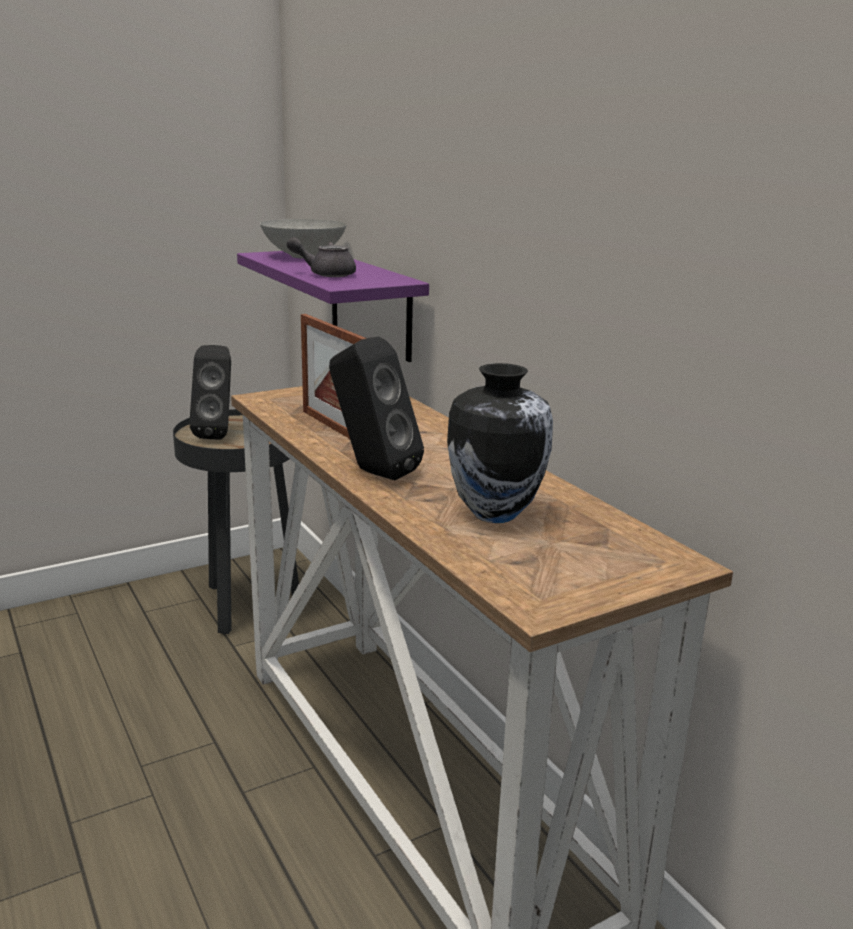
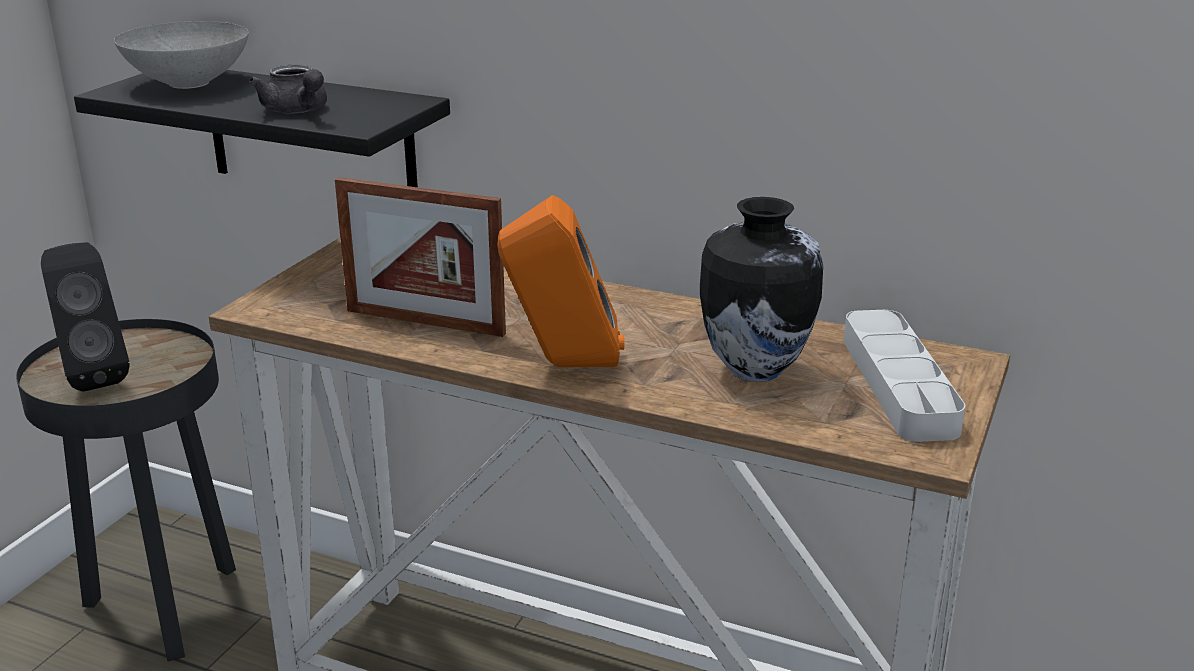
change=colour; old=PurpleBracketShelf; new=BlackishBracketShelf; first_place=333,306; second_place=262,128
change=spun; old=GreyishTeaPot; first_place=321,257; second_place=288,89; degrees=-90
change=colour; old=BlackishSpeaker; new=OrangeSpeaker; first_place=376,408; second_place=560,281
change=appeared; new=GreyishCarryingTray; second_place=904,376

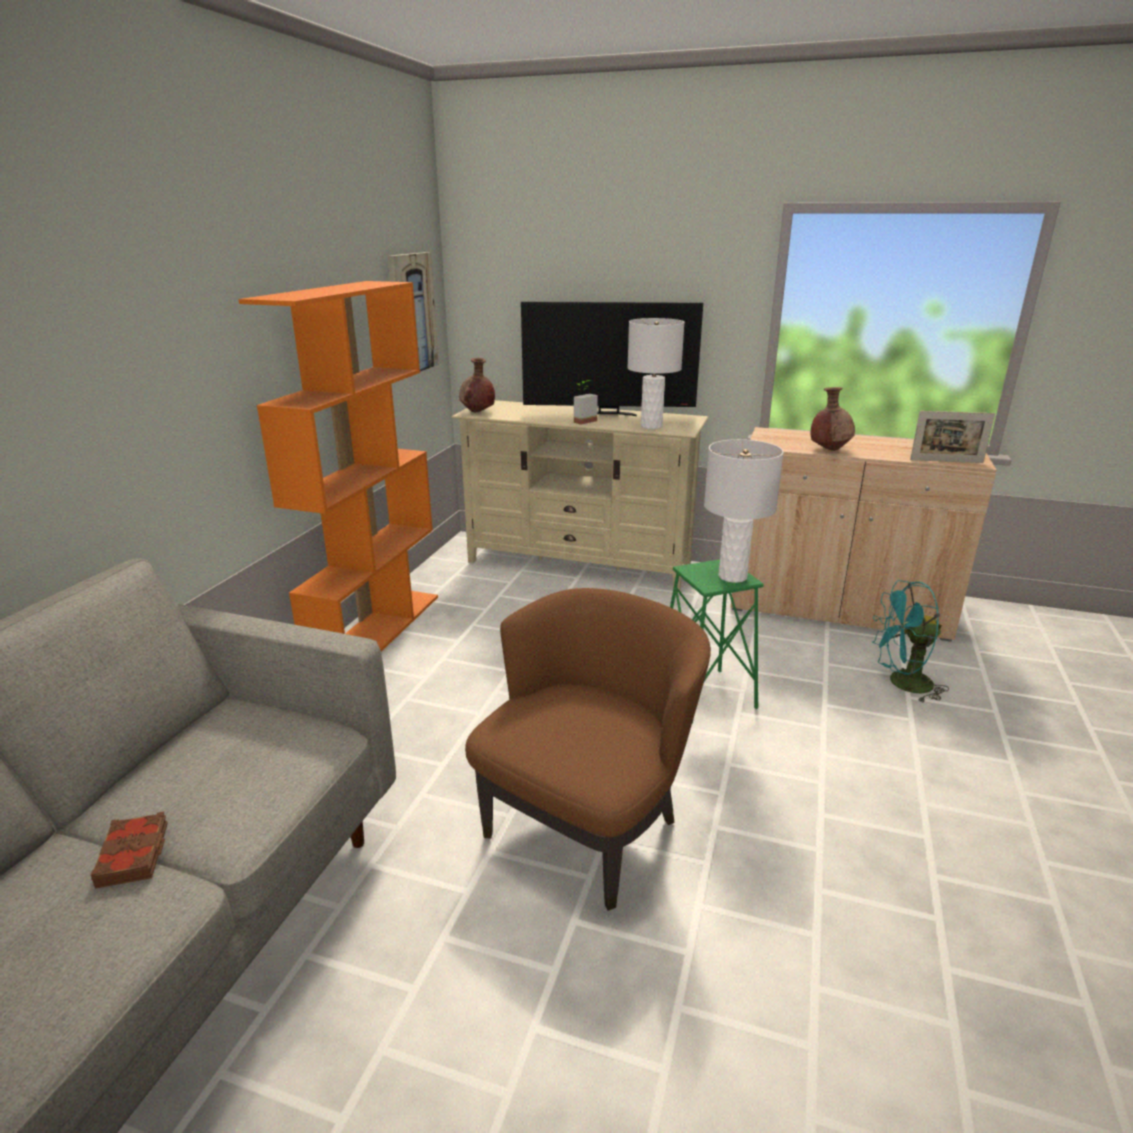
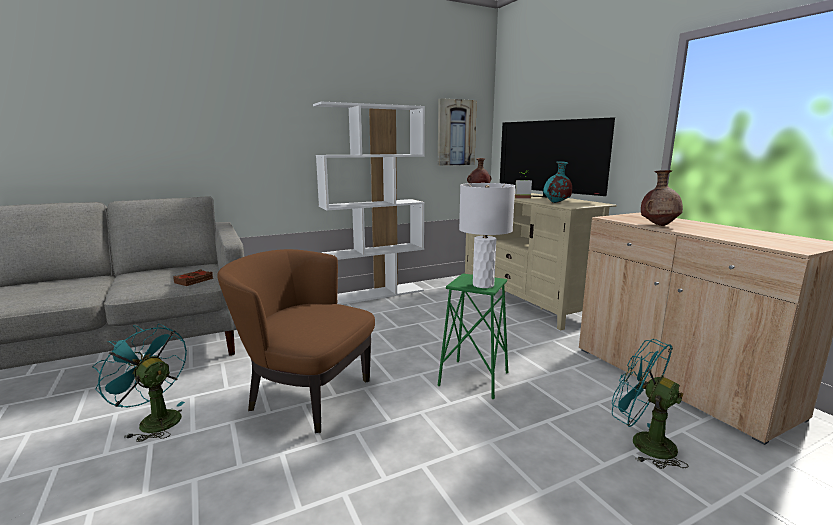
change=relocated; old=BrownishBook; first_place=129,850; second_place=193,277
change=colour; old=OrangeBookshelf; new=WhitishBookshelf; first_place=338,466; second_place=369,203
change=spun; old=BrownishEasyChair; first_place=588,749; second_place=296,341; degrees=-150
change=exchanged; old=WhitishTableLamp; new=TurquoiseDecorativeVase; first_place=656,373; second_place=557,182
change=missing; old=PictureFrame; first_place=952,437
change=appeared; new=TurquoiseFan; second_place=139,383

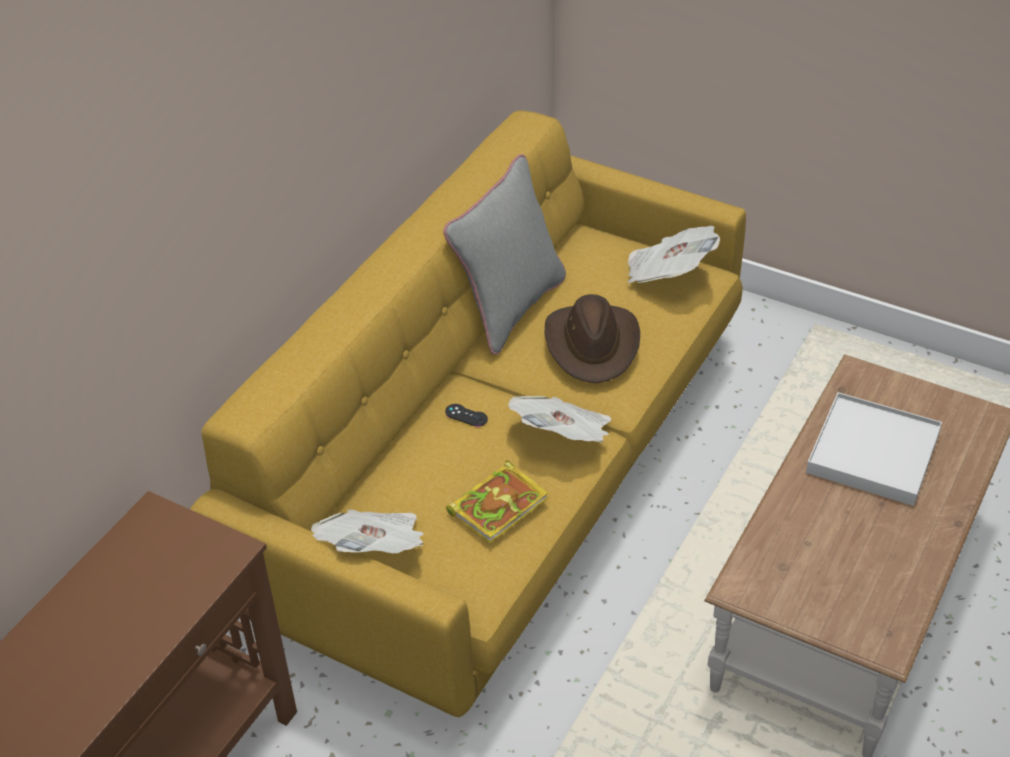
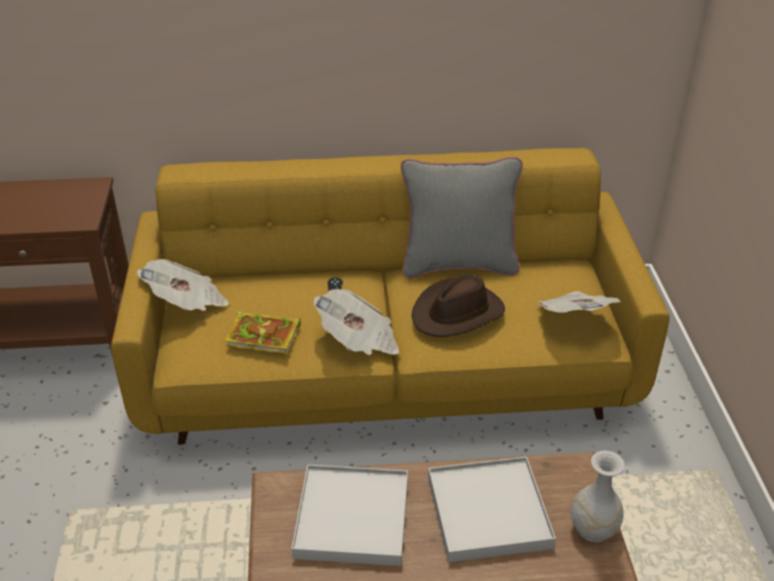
change=appeared; new=WhitishCarryingTray; second_place=350,515
change=appeared; new=WhitishDecorativeVase; second_place=597,496

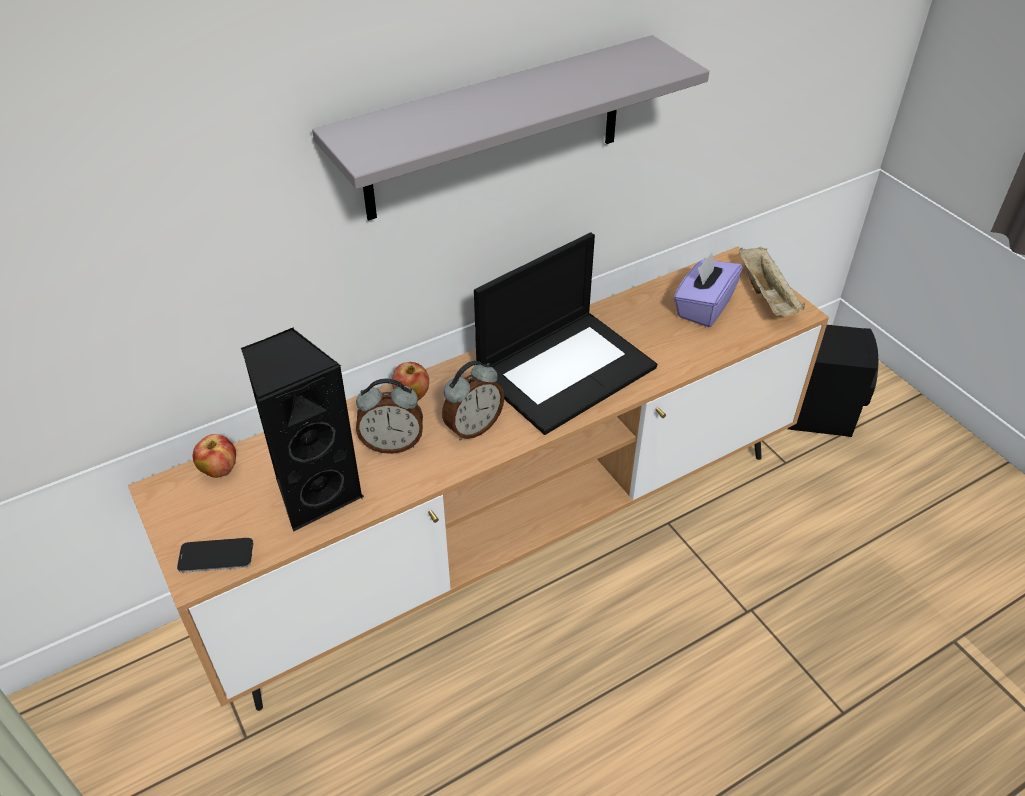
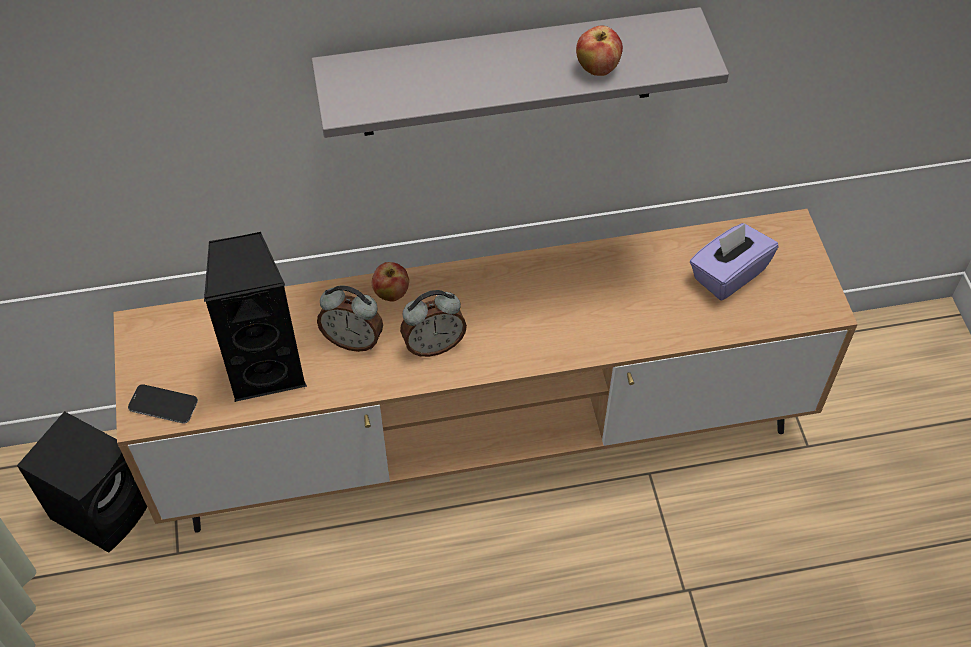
change=relocated; old=AppleFruit; first_place=214,456; second_place=599,51
change=missing; old=PortableComputer; first_place=565,333
change=missing; old=BeigeCarryingTray; first_place=772,281
change=relocated; old=BlackishSpeaker; first_place=833,381; second_place=82,482

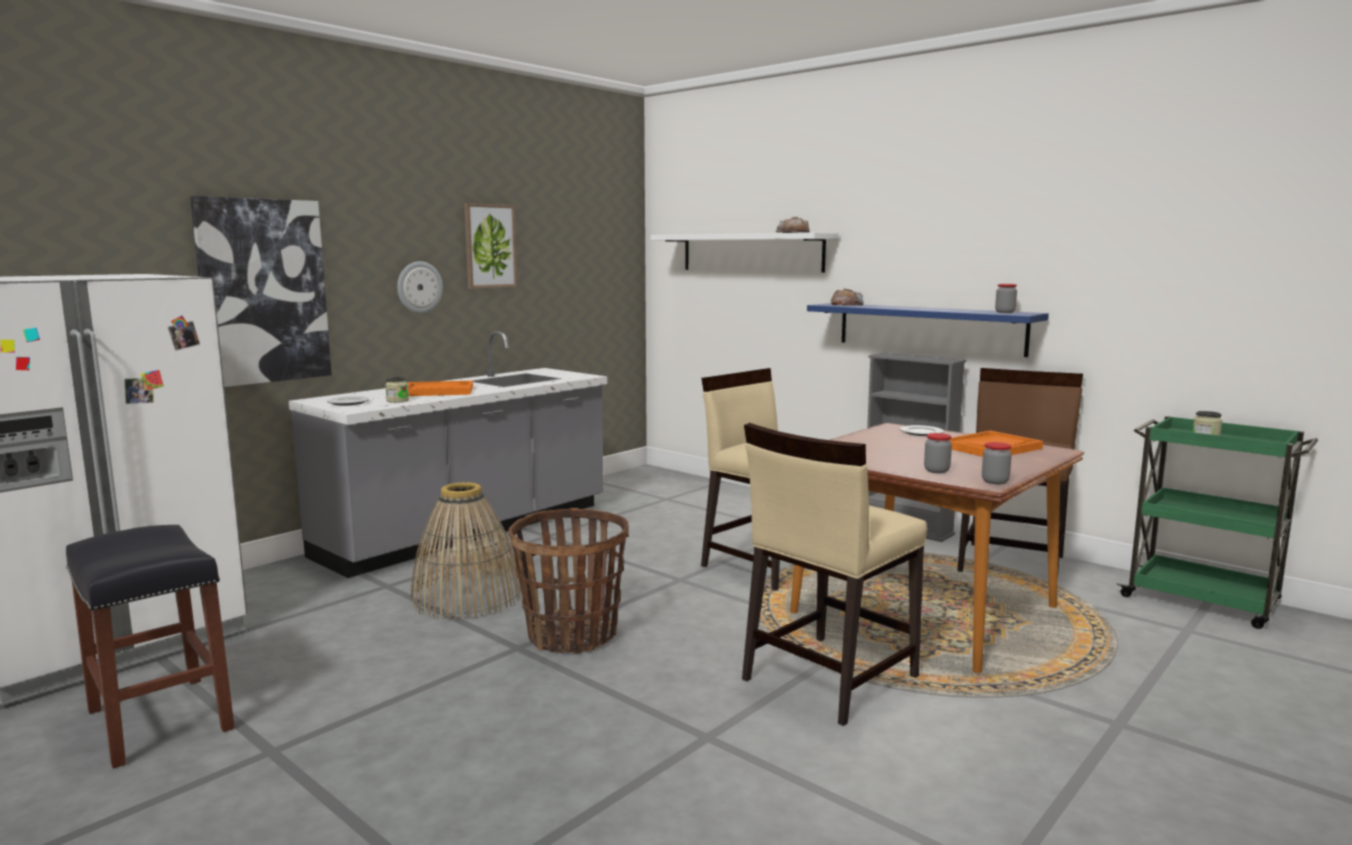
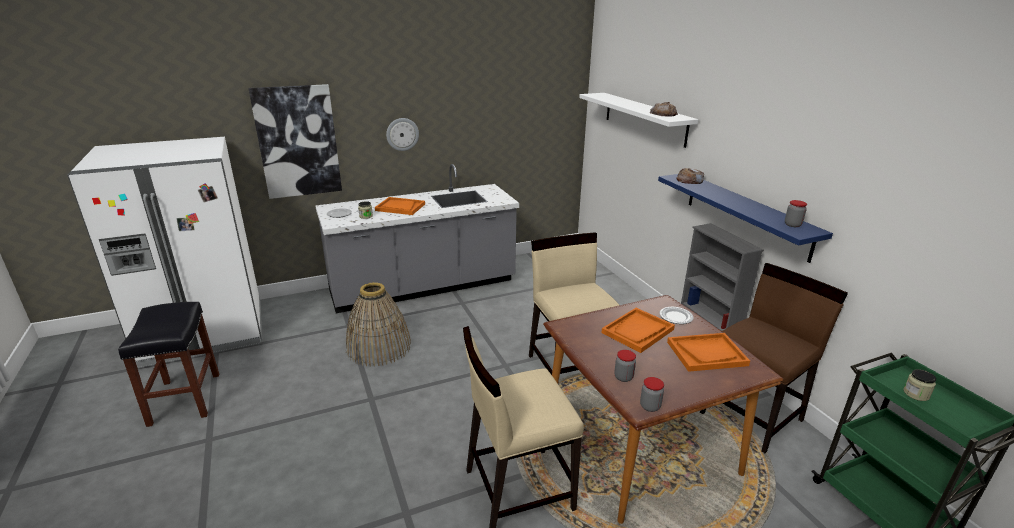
change=missing; old=WallPicture; first_place=491,246
change=missing; old=Basket; first_place=569,580
change=appeared; new=OrangeCarryingTray; second_place=638,330

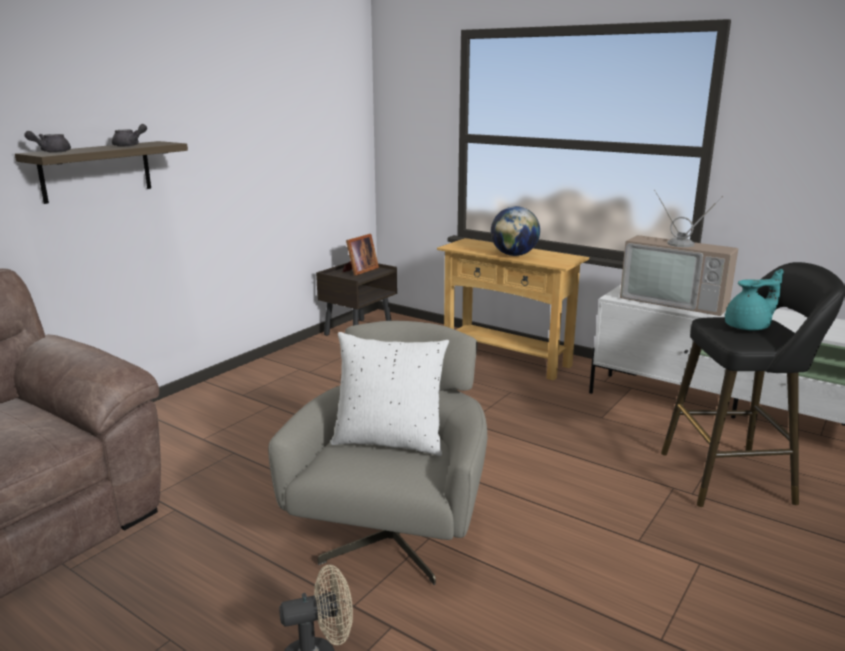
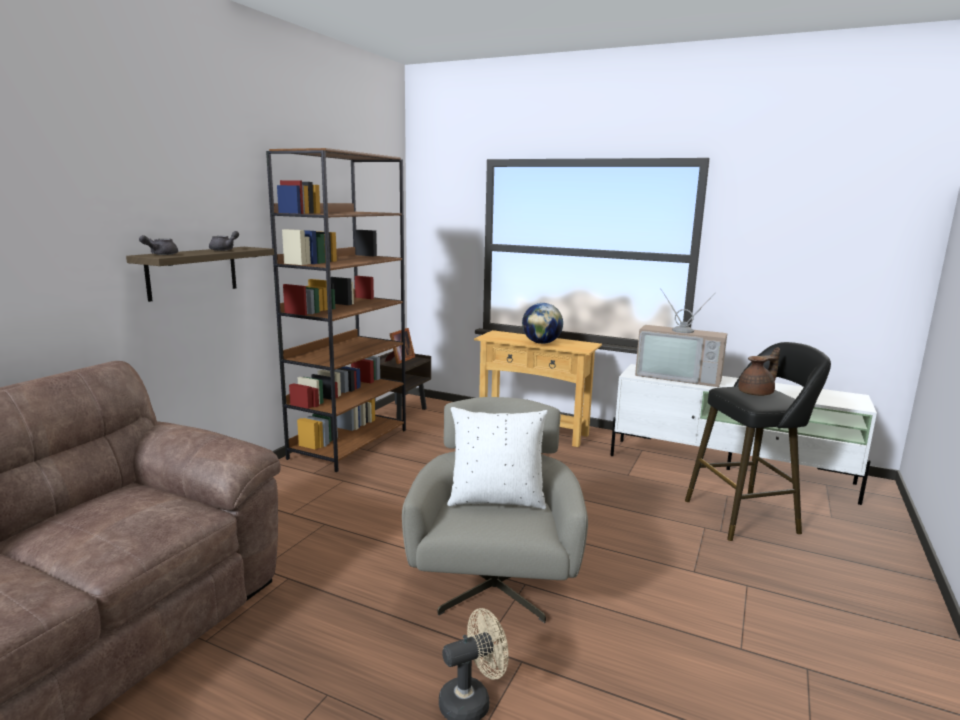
change=colour; old=TurquoiseTeaPot; new=BrownishTeaPot; first_place=754,299; second_place=759,371
change=appeared; new=BrownishBookshelf; second_place=336,310

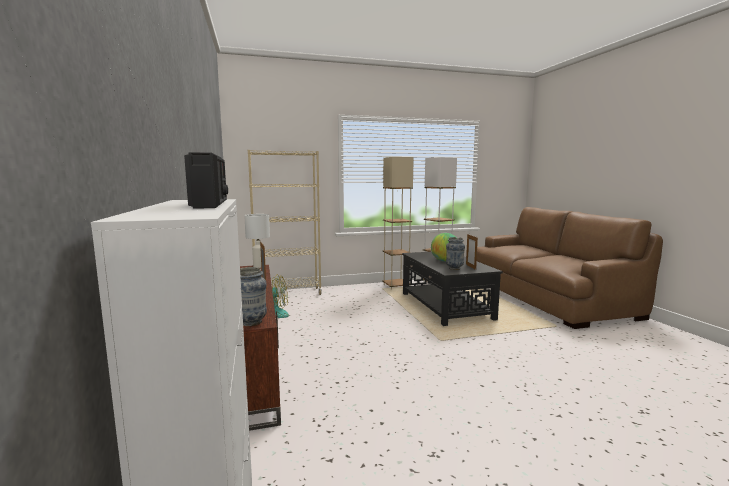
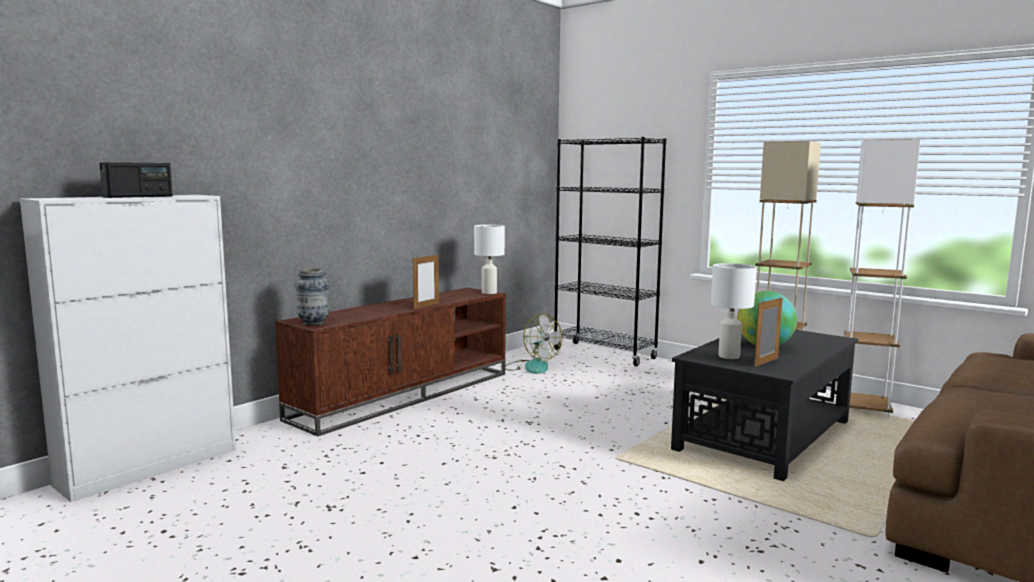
change=colour; old=BeigeBookshelf; new=BlackishBookshelf; first_place=285,222; second_place=610,251
change=exchanged; old=DecorativeVase; new=WhitishTableLamp; first_place=455,253; second_place=734,311

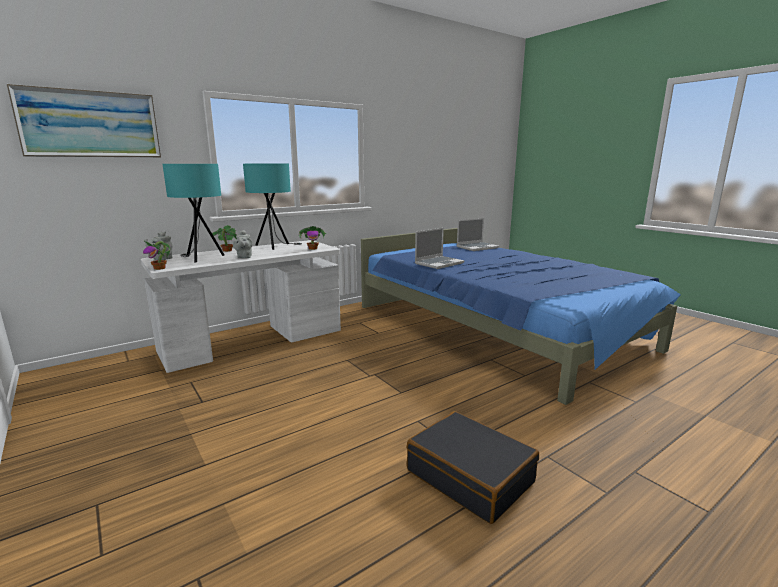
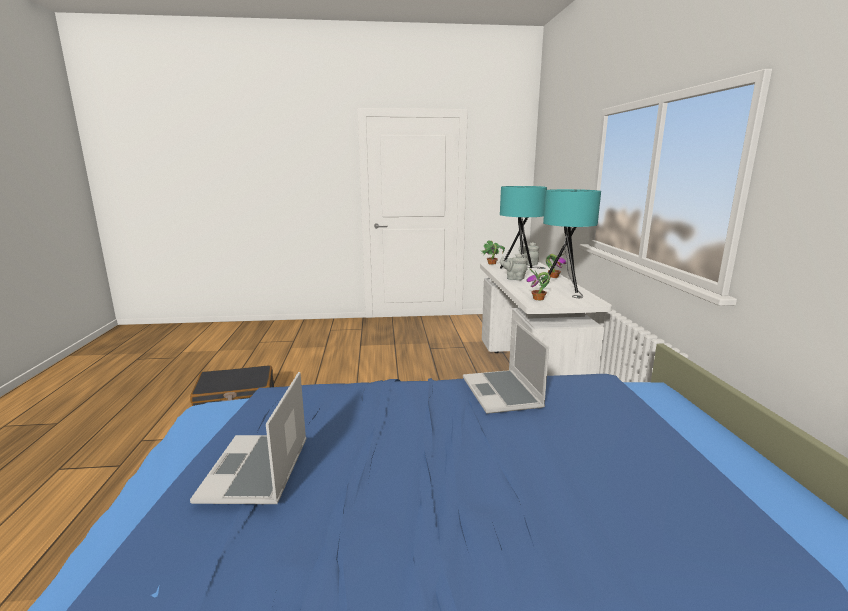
change=missing; old=WallPicture; first_place=83,120
change=relocated; old=PortableComputer; first_place=478,234; second_place=248,438

